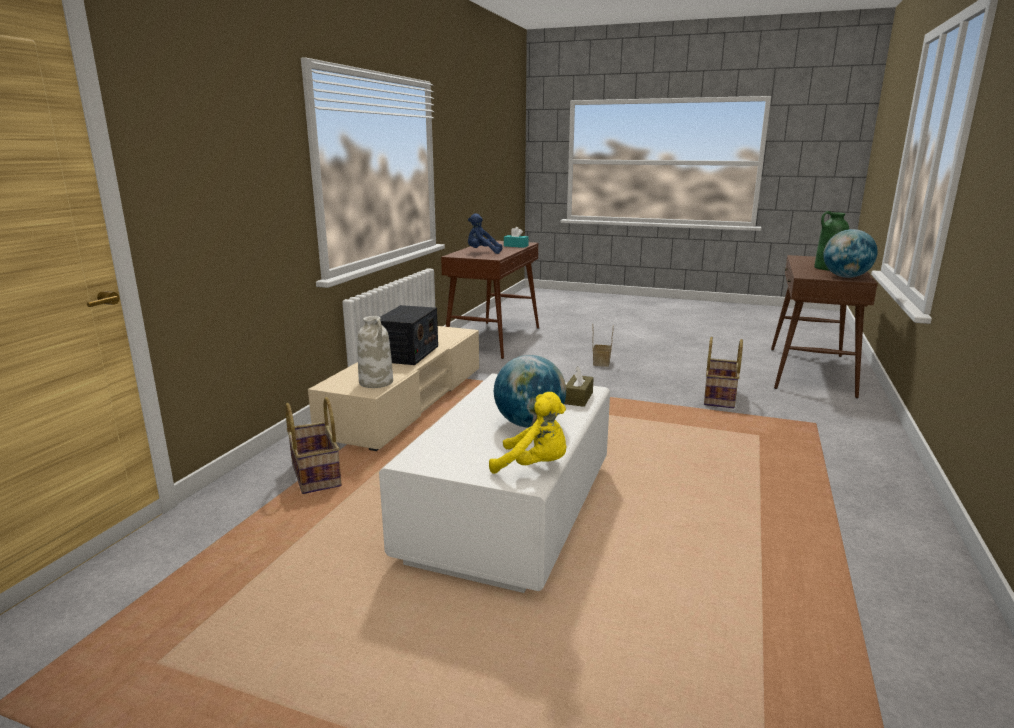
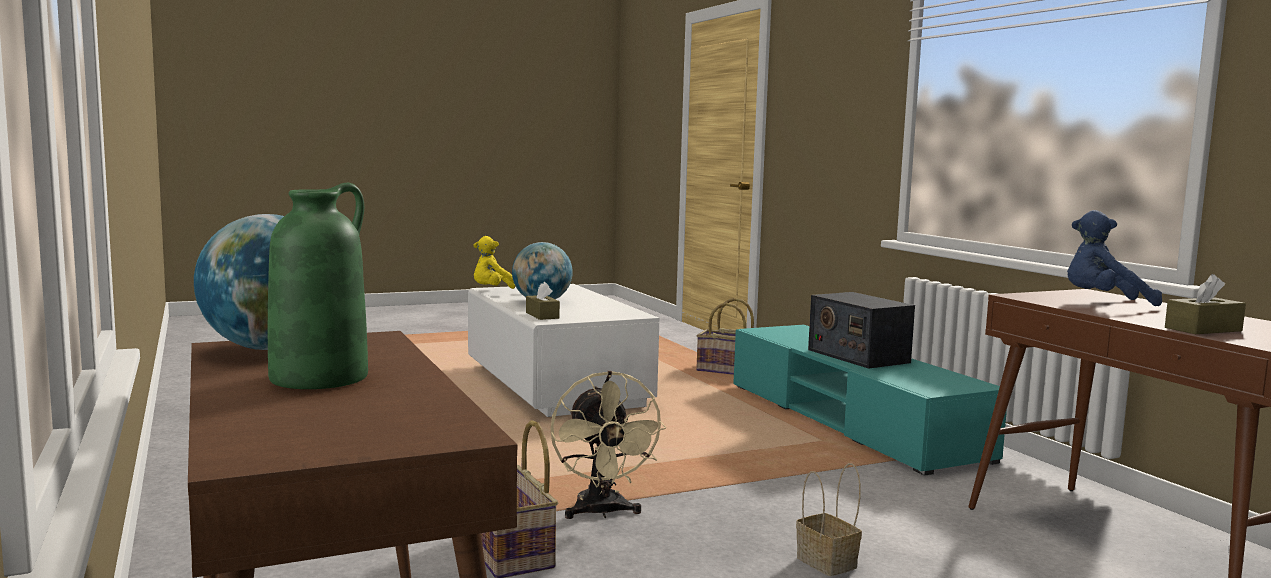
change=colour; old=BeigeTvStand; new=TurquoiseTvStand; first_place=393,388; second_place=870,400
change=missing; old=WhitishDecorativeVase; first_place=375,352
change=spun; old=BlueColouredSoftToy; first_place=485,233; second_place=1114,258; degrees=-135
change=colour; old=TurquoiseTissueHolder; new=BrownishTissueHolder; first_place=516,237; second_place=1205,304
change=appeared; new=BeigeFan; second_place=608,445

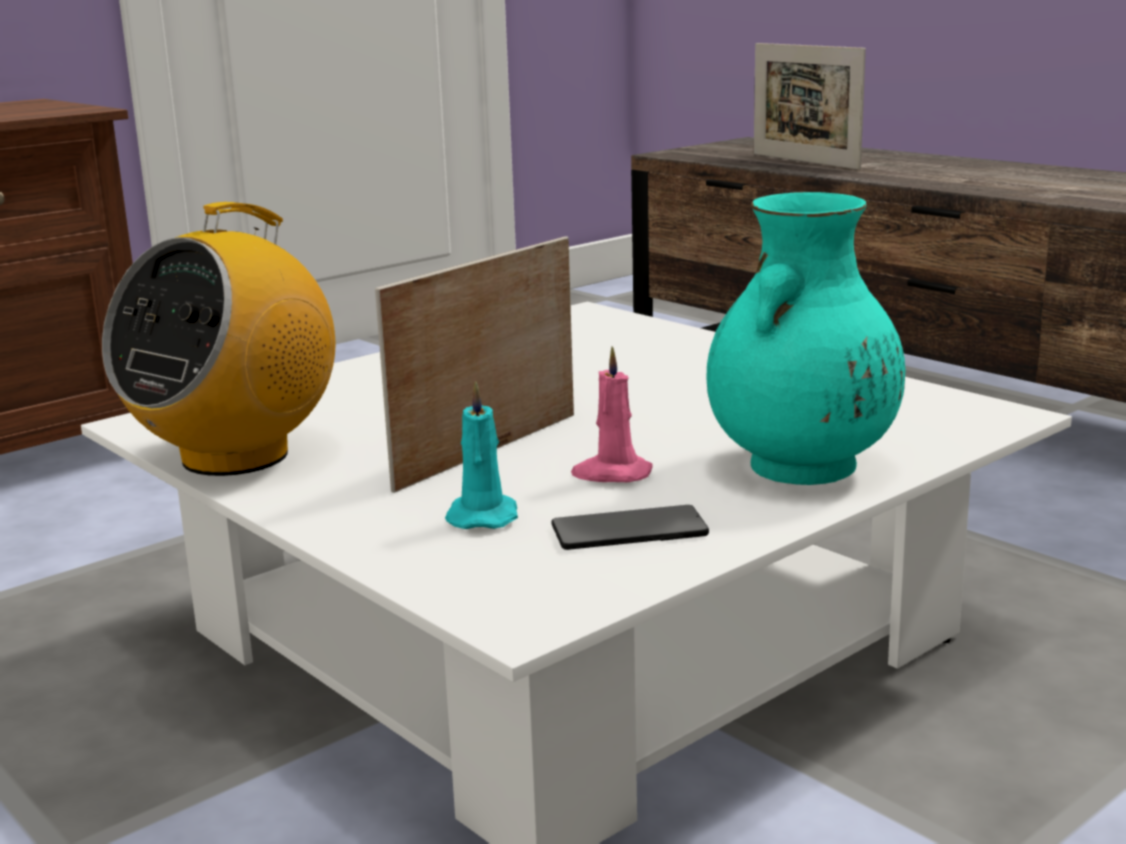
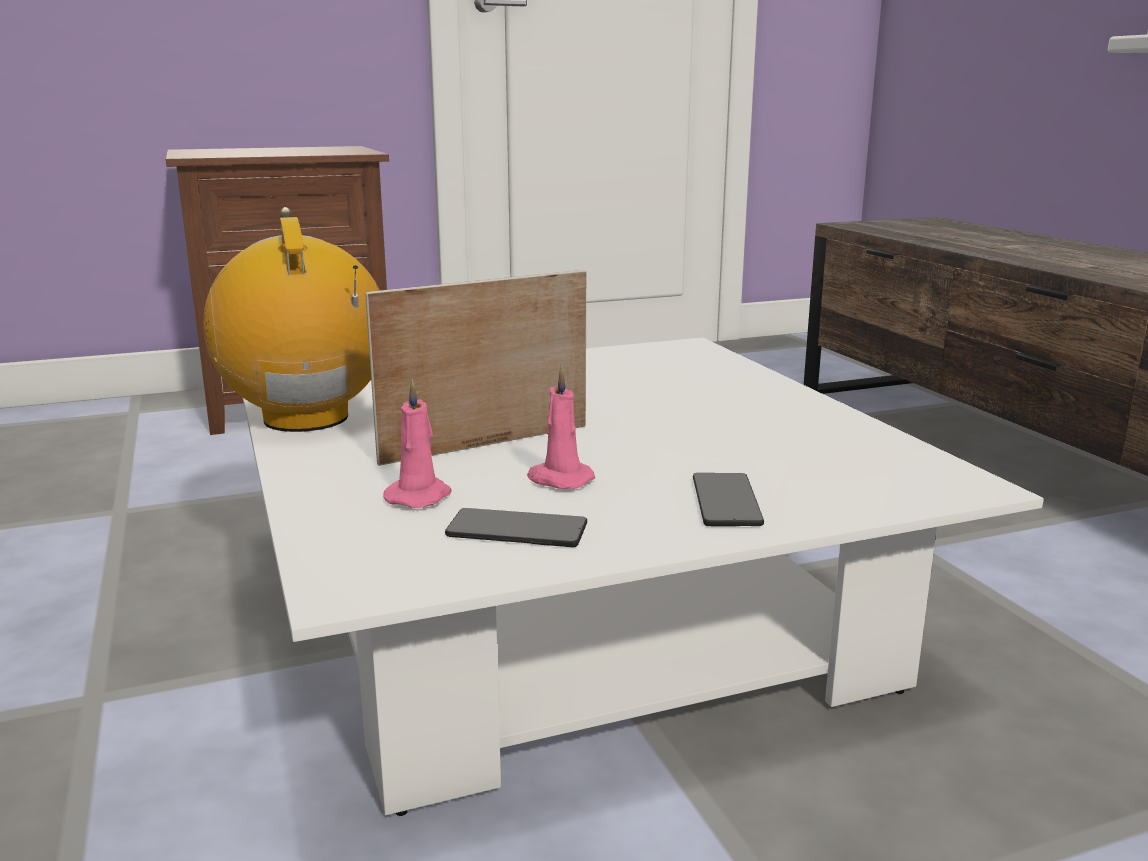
change=spun; old=Radio; first_place=219,339; second_place=291,324; degrees=105
change=colour; old=TurquoiseCandle; new=PinkishCandle; first_place=481,455; second_place=417,443
change=exchanged; old=TurquoiseDecorativeVase; new=Phone; first_place=806,338; second_place=728,500
change=missing; old=PictureFrame; first_place=810,106

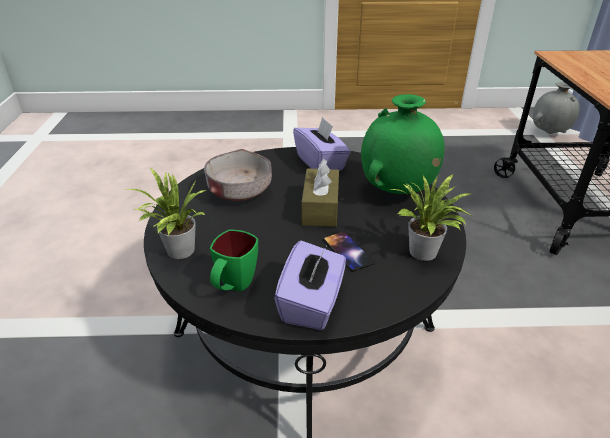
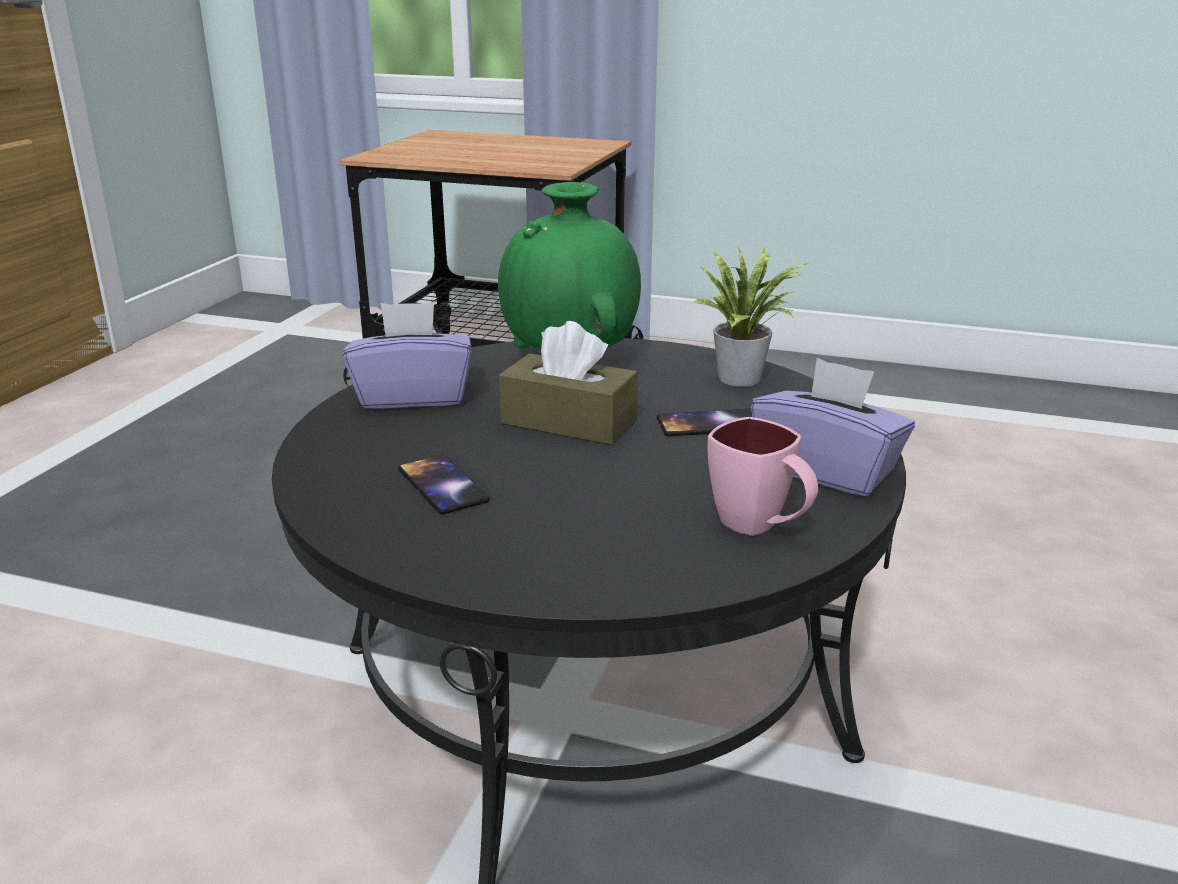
change=missing; old=PottedPlant; first_place=166,213
change=exchanged; old=GreyishBowl; new=Phone; first_place=238,175; second_place=444,484
change=colour; old=GreenishTeaMug; new=PinkishTeaMug; first_place=234,260; second_place=763,476
change=missing; old=GreyishDecorativeVase; first_place=556,108

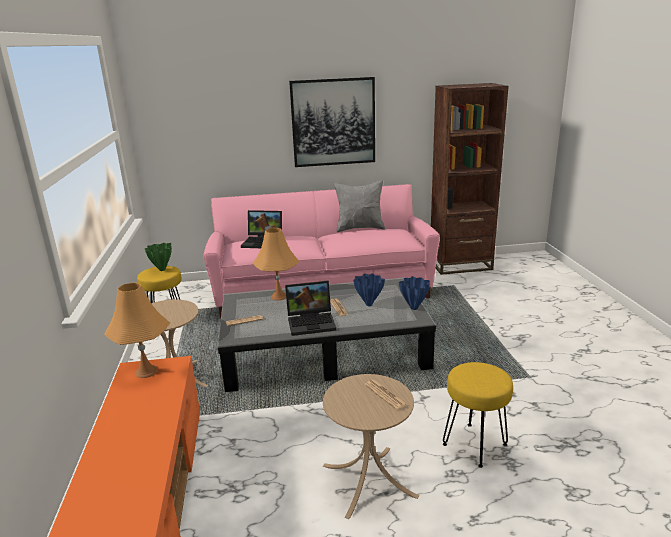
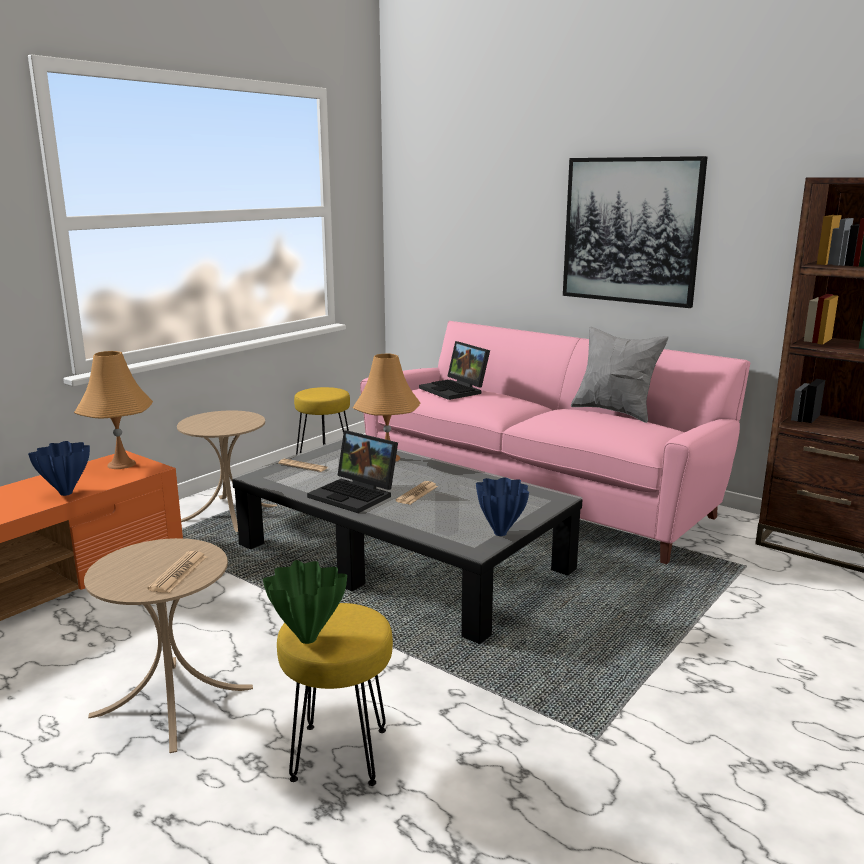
change=relocated; old=GreenishDecorativeVase; first_place=158,257; second_place=305,602
change=relocated; old=BlueColouredDecorativeVase; first_place=369,289; second_place=59,468

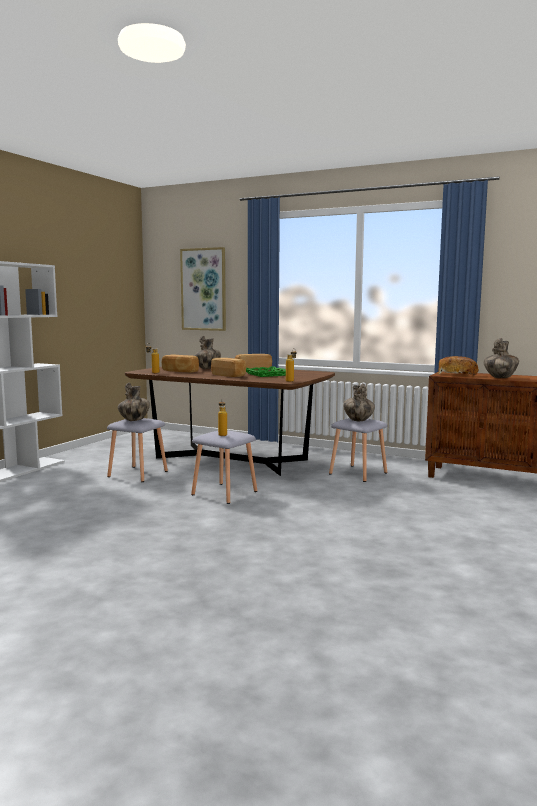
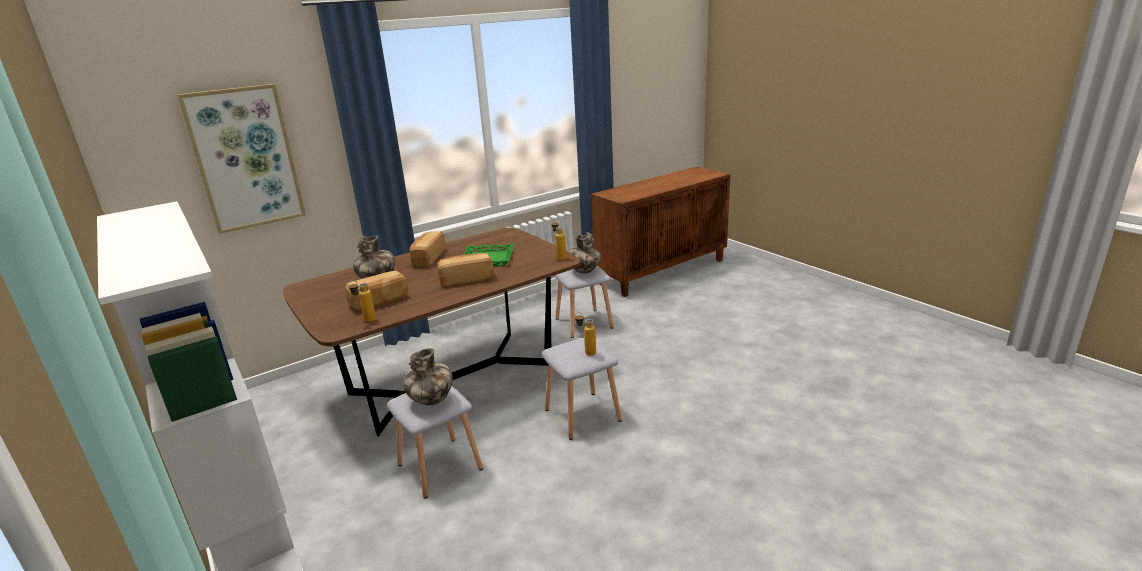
change=missing; old=Bread; first_place=458,365
change=missing; old=DecorativeVase; first_place=501,358

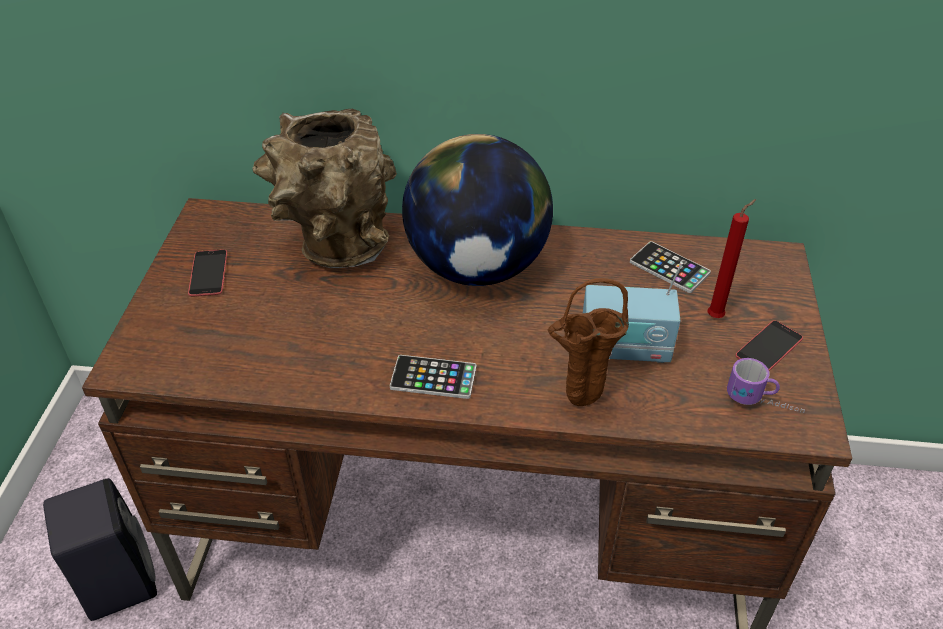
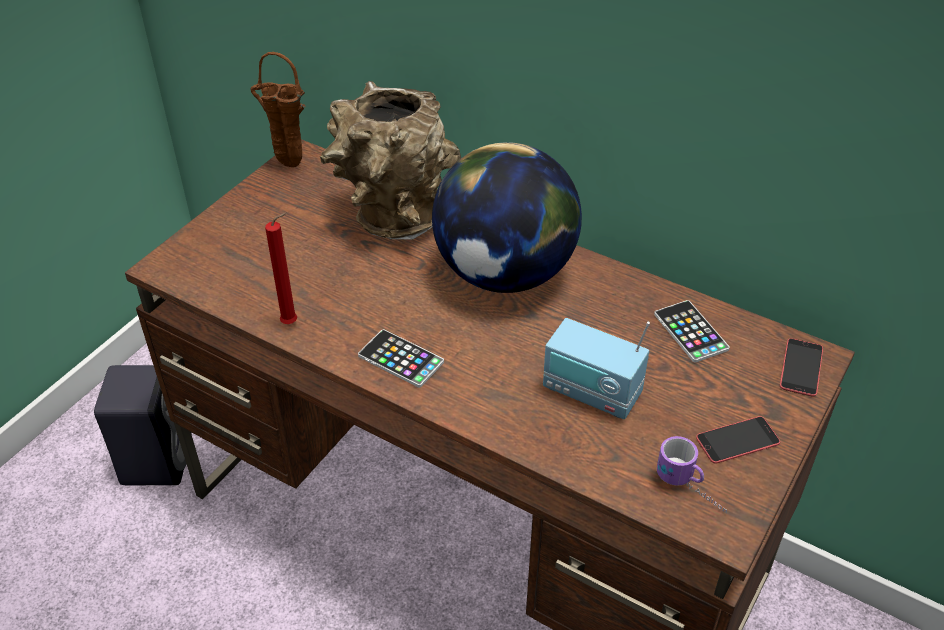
change=relocated; old=Phone; first_place=207,273; second_place=801,367
change=relocated; old=BrownishDecorativeVase; first_place=588,342; second_place=278,109
change=relocated; old=ReddishCandle; first_place=731,258; second_place=281,268

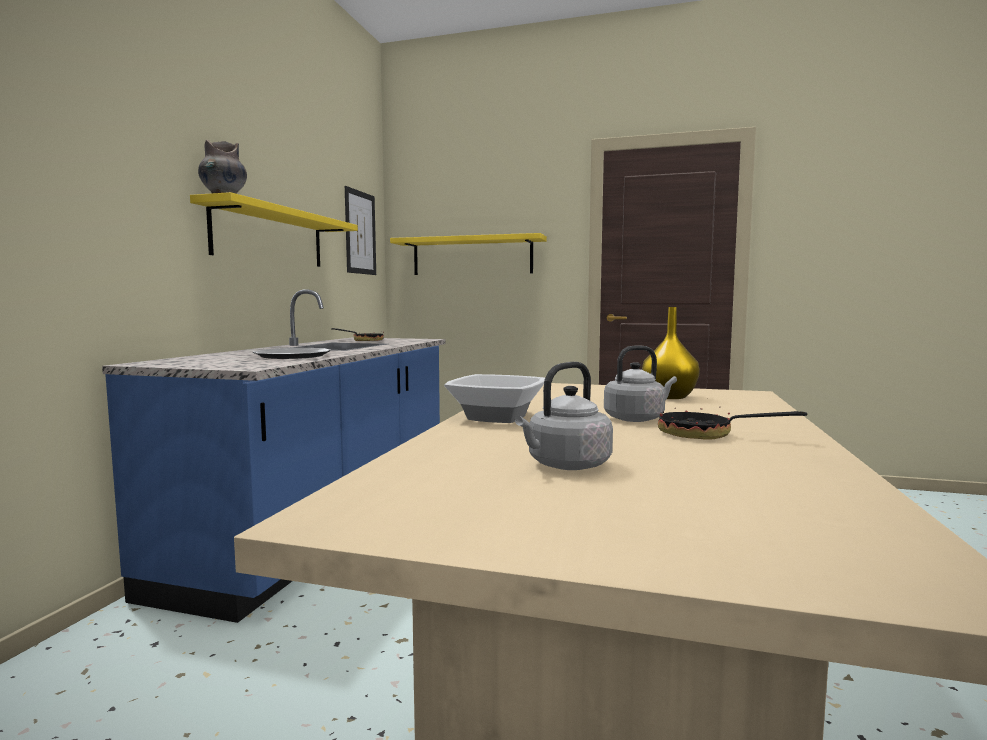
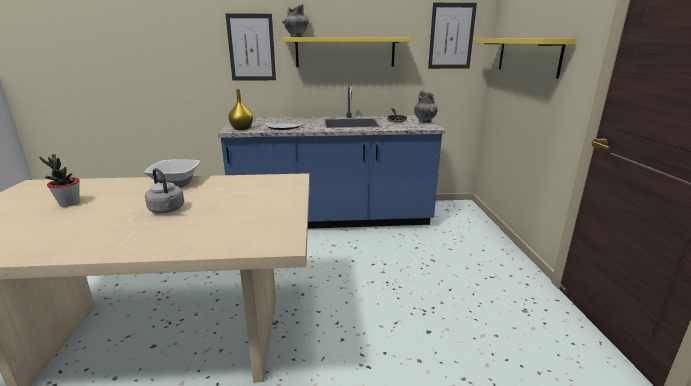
change=exchanged; old=GreyishWaterKettle; new=PottedPlant; first_place=564,416; second_place=59,180
change=relocated; old=YellowColouredDecorativeVase; first_place=671,353; second_place=240,109
change=missing; old=Skillet; first_place=733,419
change=appeared; new=WallPicture; second_place=251,47
change=appeared; new=GreyishDecorativeVase; second_place=426,107

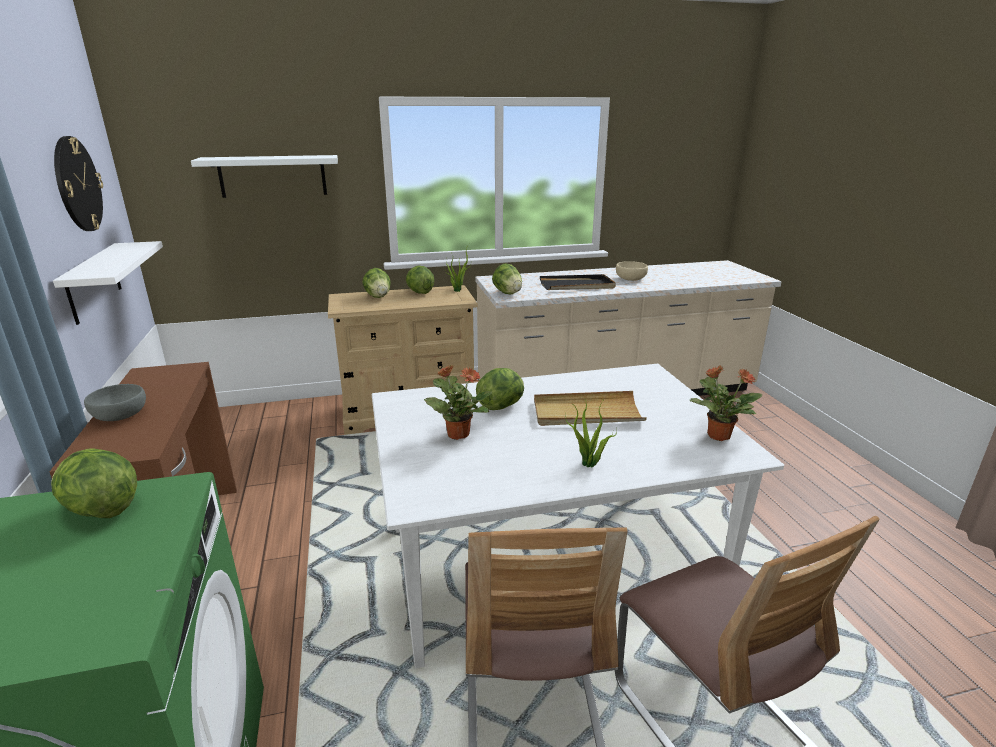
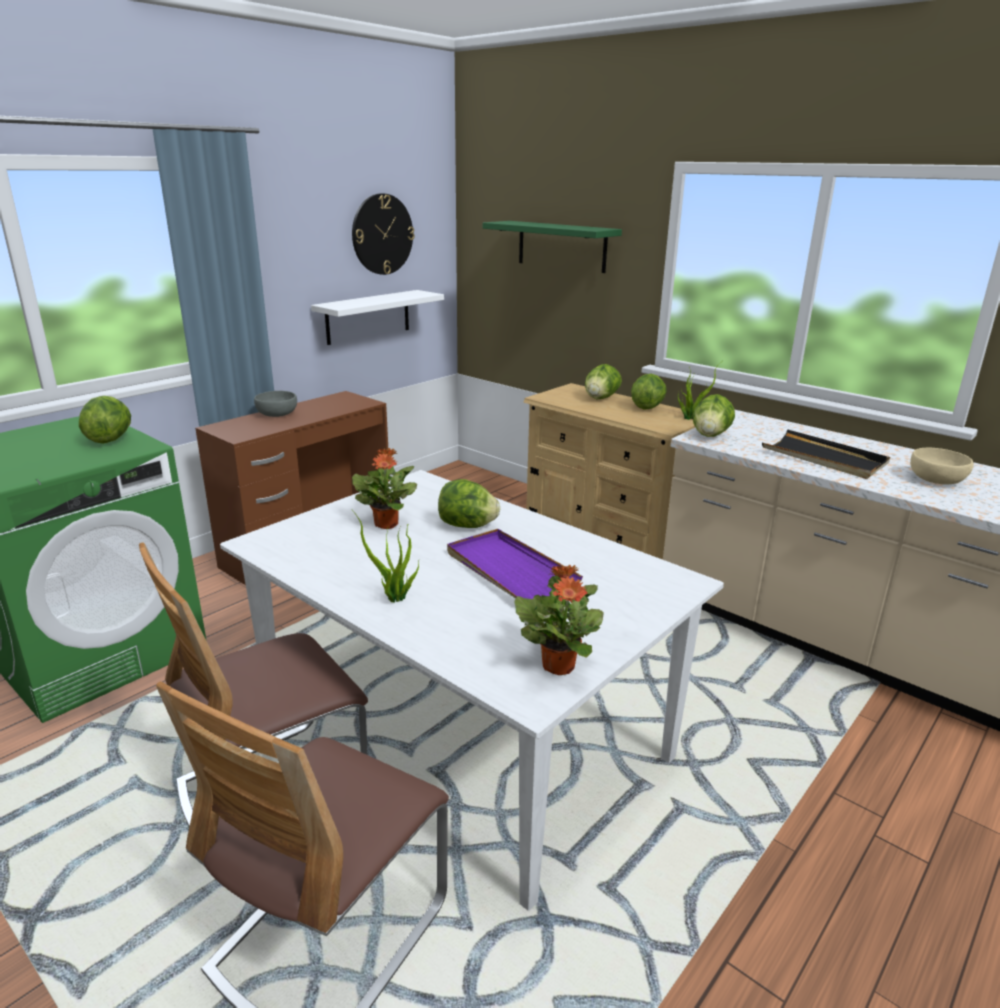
change=colour; old=WhitishBracketShelf; new=GreenishBracketShelf; first_place=264,176; second_place=552,247
change=colour; old=BeigeCarryingTray; new=PurpleCarryingTray; first_place=590,408; second_place=515,564

